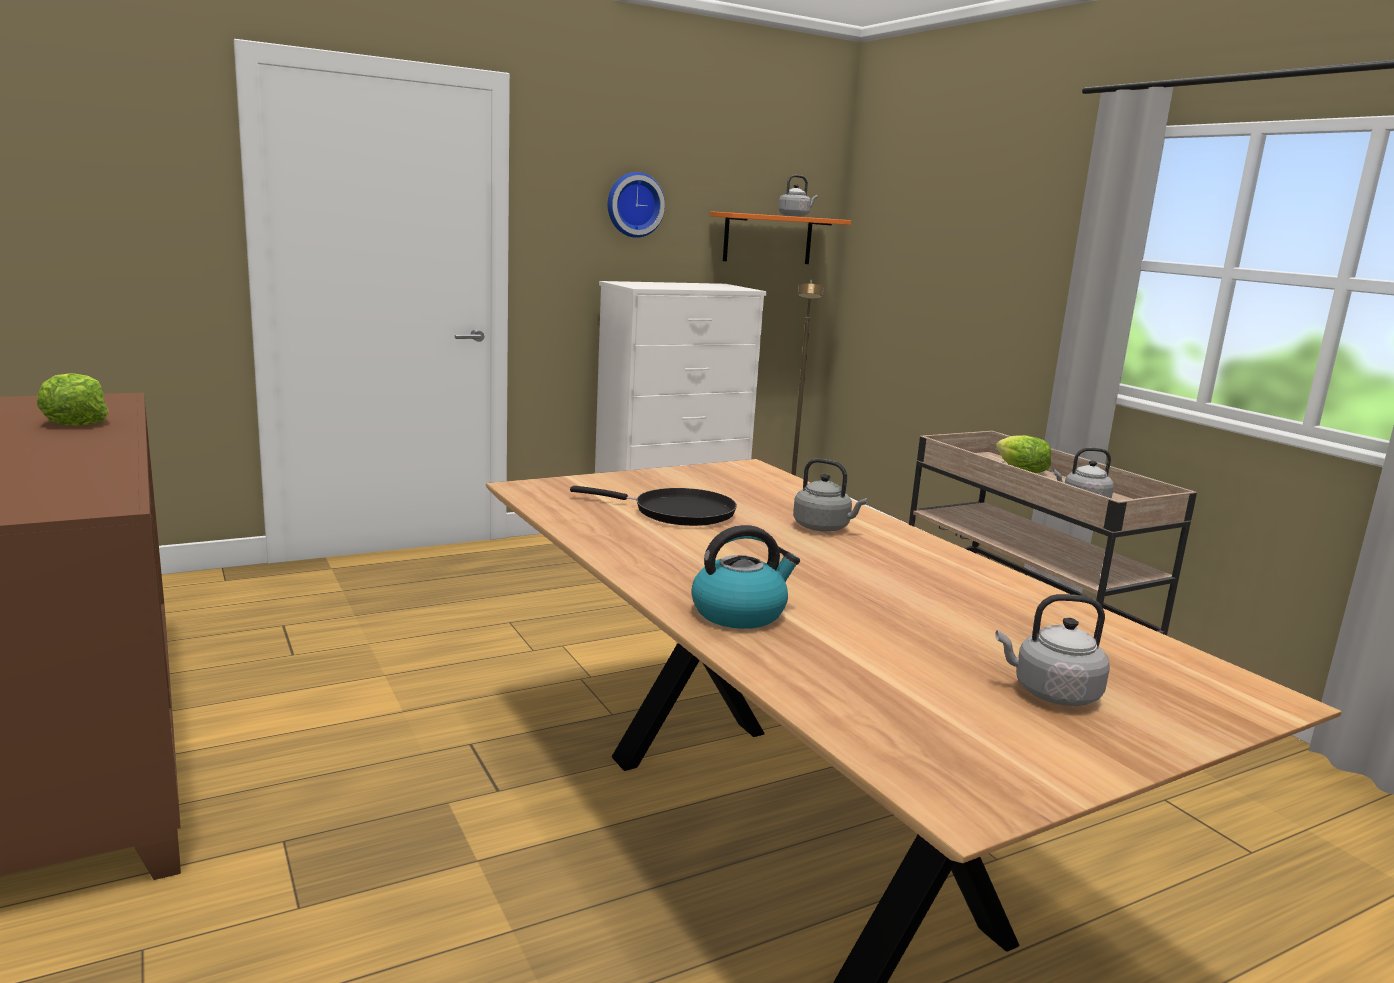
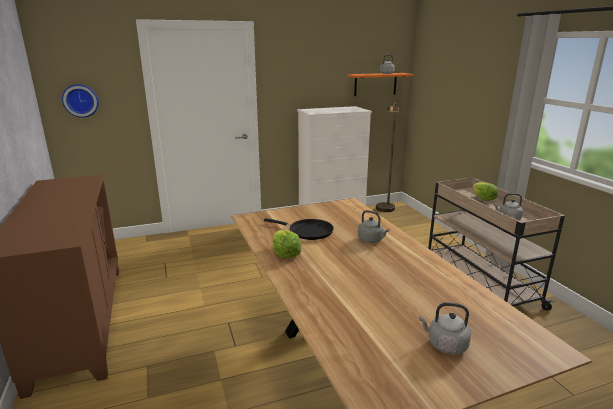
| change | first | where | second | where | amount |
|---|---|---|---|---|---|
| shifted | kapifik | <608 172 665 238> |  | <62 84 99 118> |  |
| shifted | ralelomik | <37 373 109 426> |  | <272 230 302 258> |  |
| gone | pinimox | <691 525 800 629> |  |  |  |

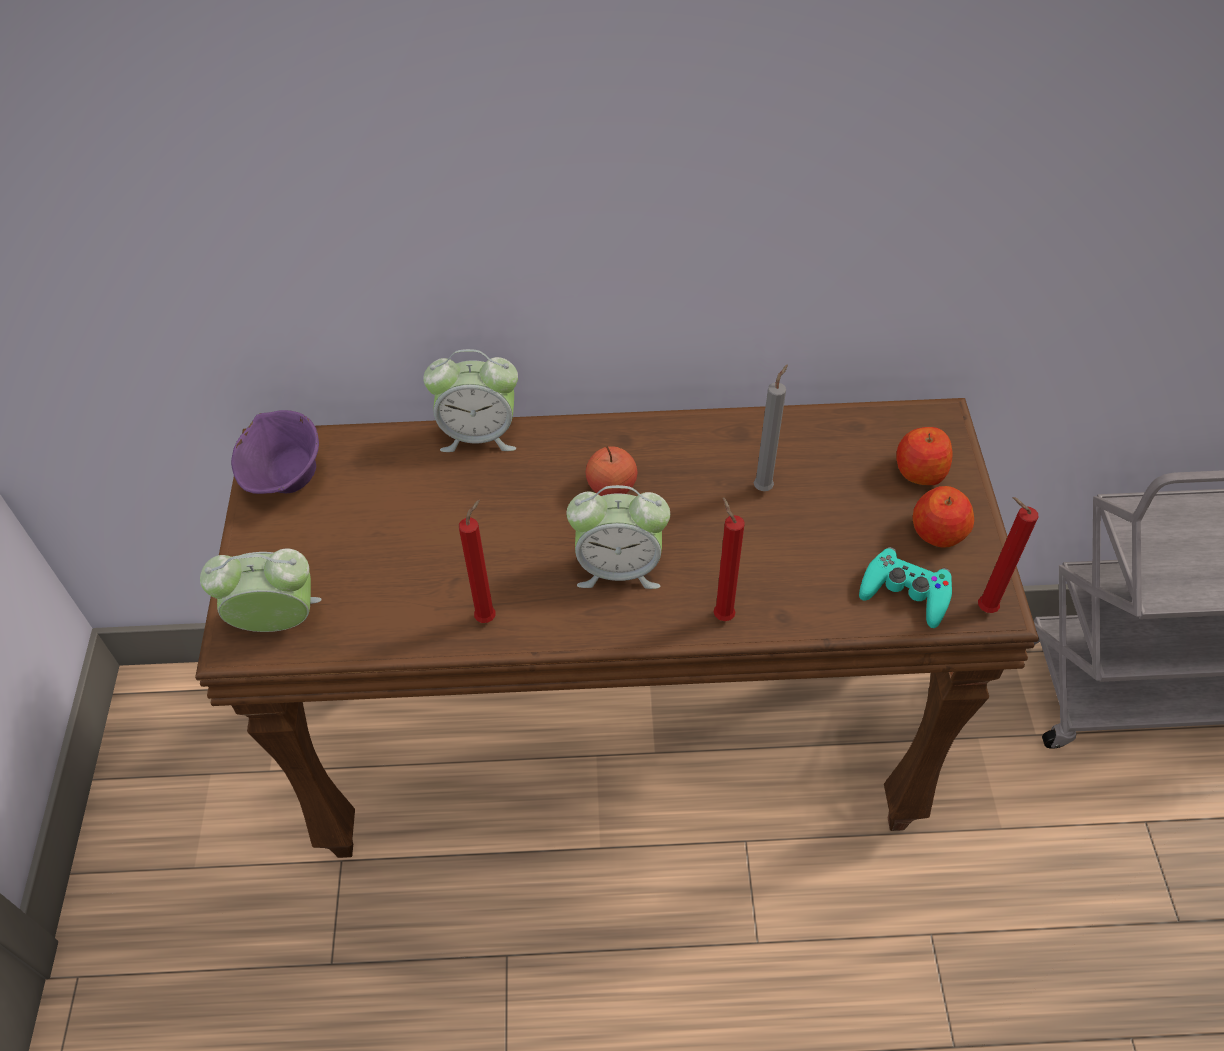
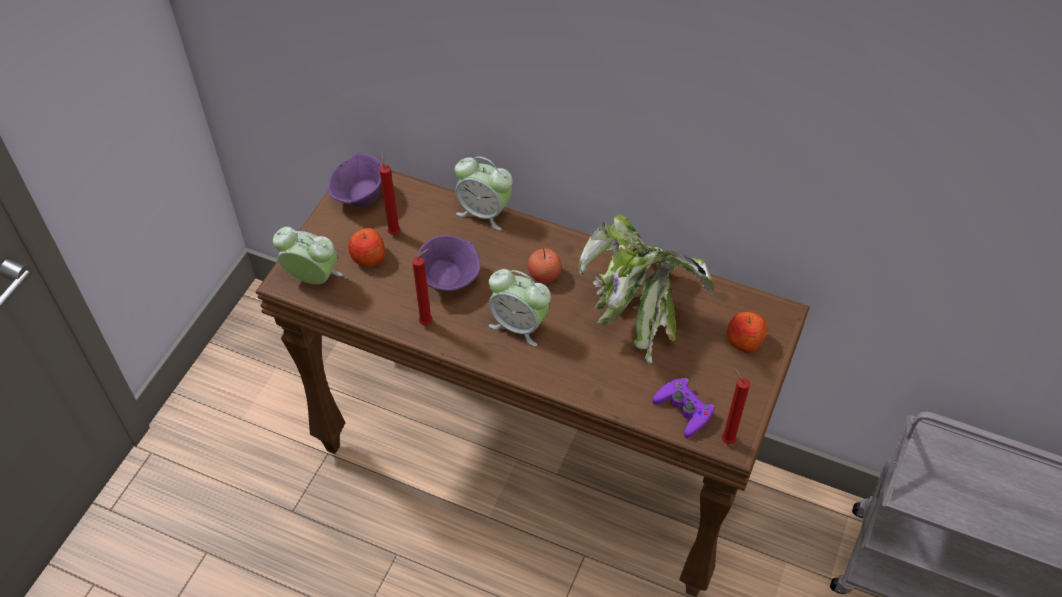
| change | first | where | second | where | amount |
|---|---|---|---|---|---|
| swapped | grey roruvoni | <754 364 788 491> | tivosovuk | <579 214 715 364> |  |
| shifted | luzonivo | <913 486 974 548> |  | <348 228 385 267> |  |
| shifted | red roruvoni | <714 497 745 621> |  | <379 153 401 235> |  |
| repainted | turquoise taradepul | <859 547 952 628> | purple taradepul | <652 378 715 438> |  |
| new |  |  | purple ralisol | <417 235 481 291> |  |

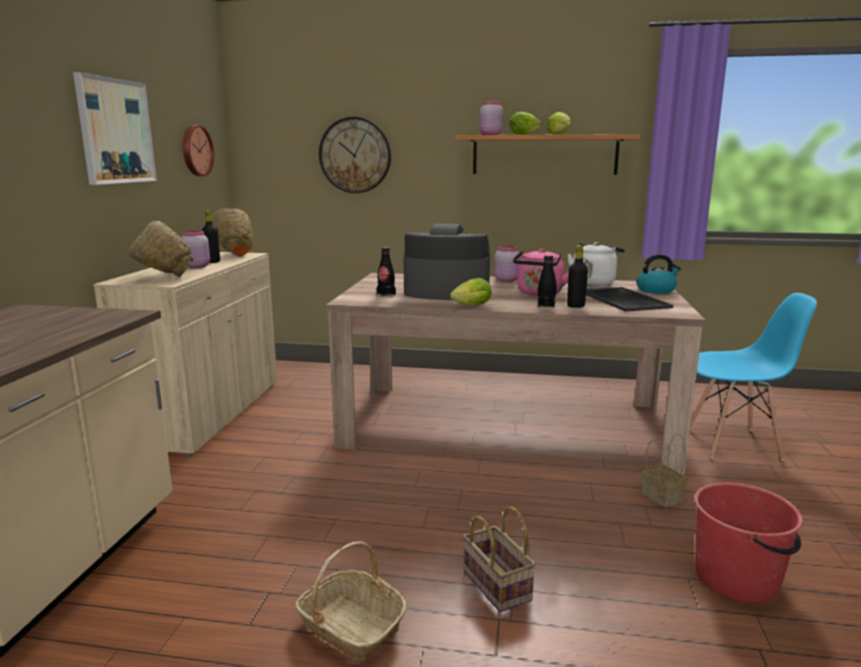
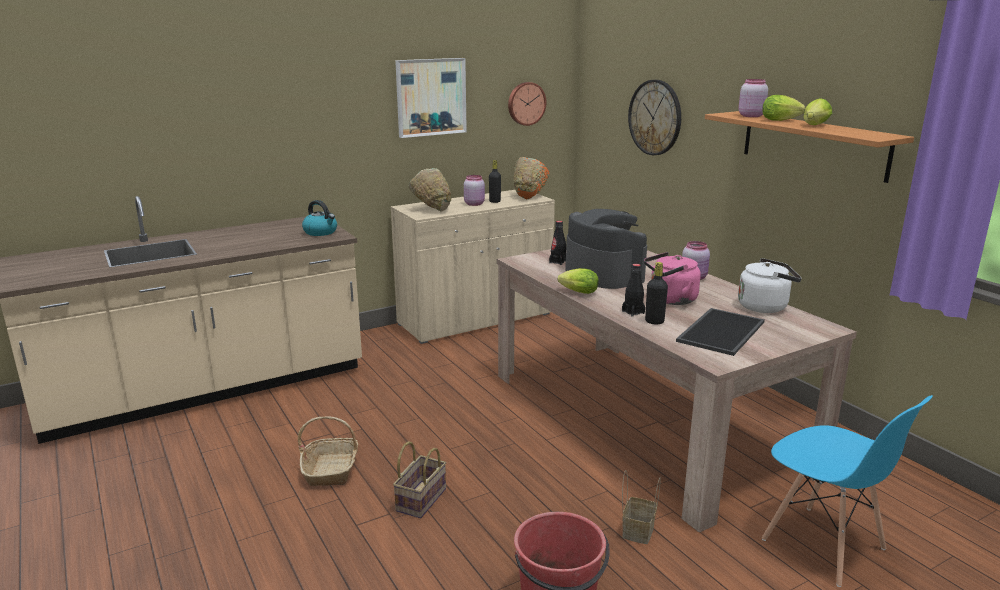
| change | first | where | second | where | amount |
|---|---|---|---|---|---|
| shifted | pinimox | <637 254 681 294> |  | <302 200 337 236> |  |

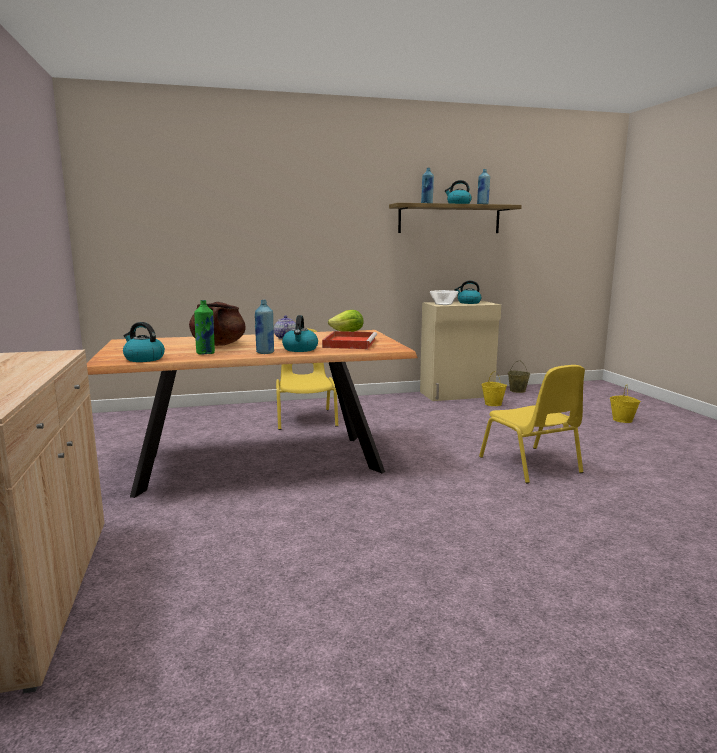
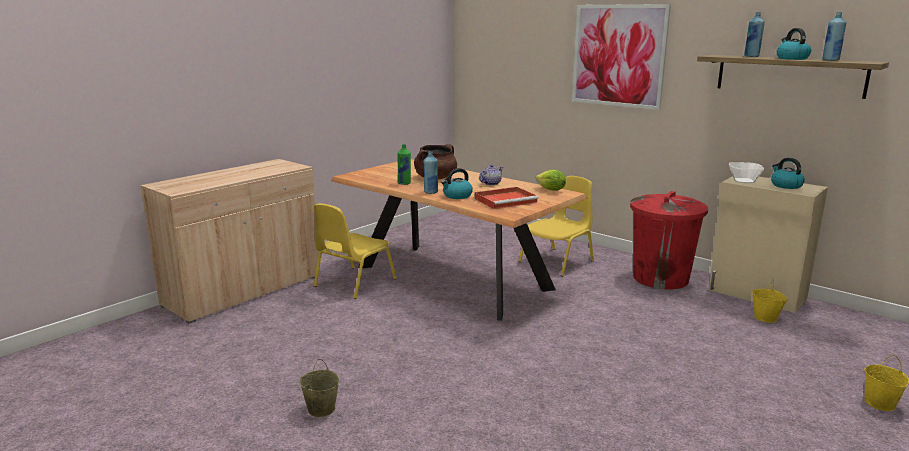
| change | first | where | second | where | amount |
|---|---|---|---|---|---|
| gone | pinimox | <123 322 165 362> |  |  |  |
| shifted | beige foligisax | <508 360 530 393> |  | <300 359 340 417> |  |
| shifted | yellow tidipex | <479 365 585 483> |  | <314 203 397 299> |  |
| new |  |  | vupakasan | <572 4 671 110> |  |
| new |  |  | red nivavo | <630 191 708 289> |  |

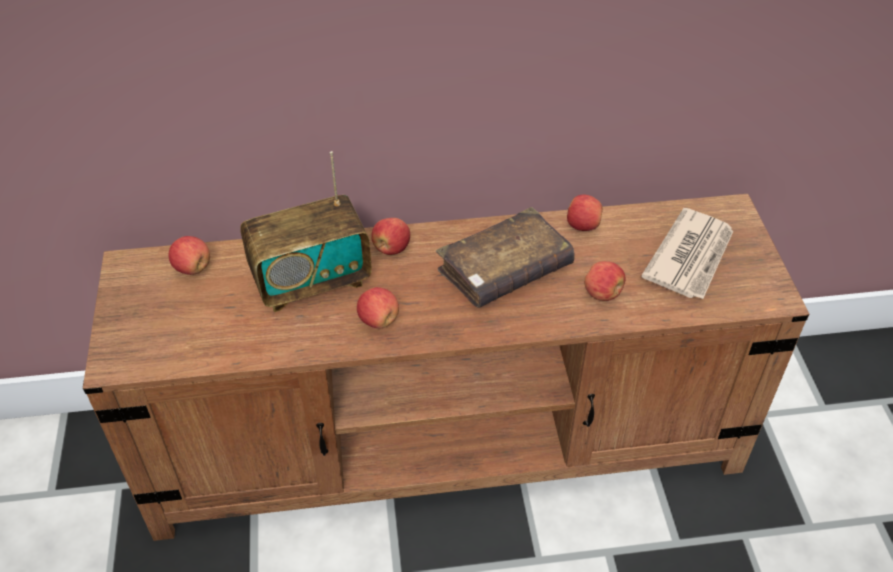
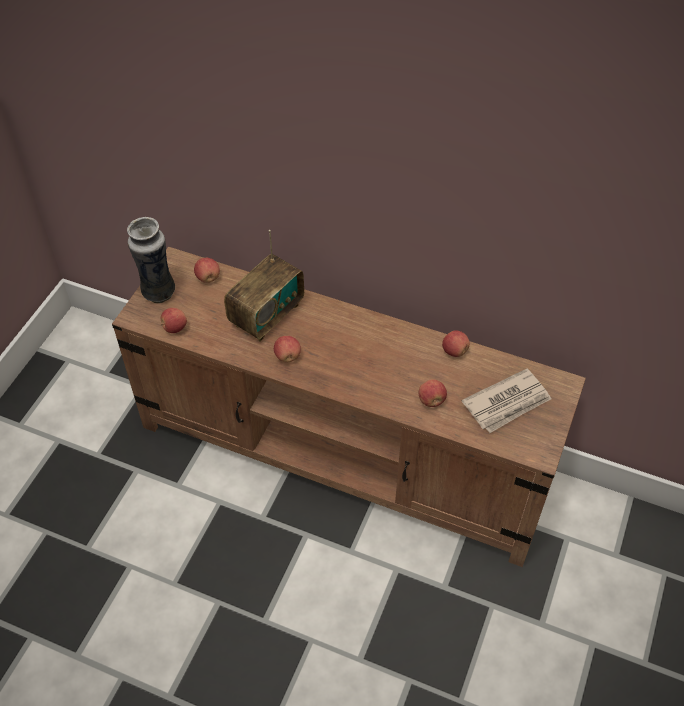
| change | first | where | second | where | amount |
|---|---|---|---|---|---|
| rotated | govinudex | <240 151 372 312> |  | <224 230 304 342> | 60 degrees counterclockwise |
| gone | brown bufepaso | <436 207 575 308> |  |  |  |
| shifted | luzonivo | <371 218 410 255> |  | <161 308 187 333> |  |
| new |  |  | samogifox | <127 217 175 303> |  |

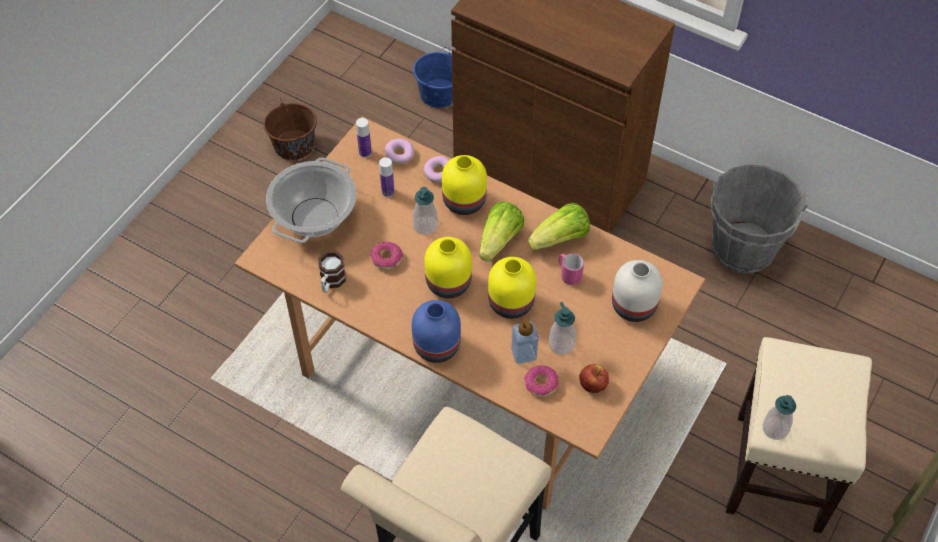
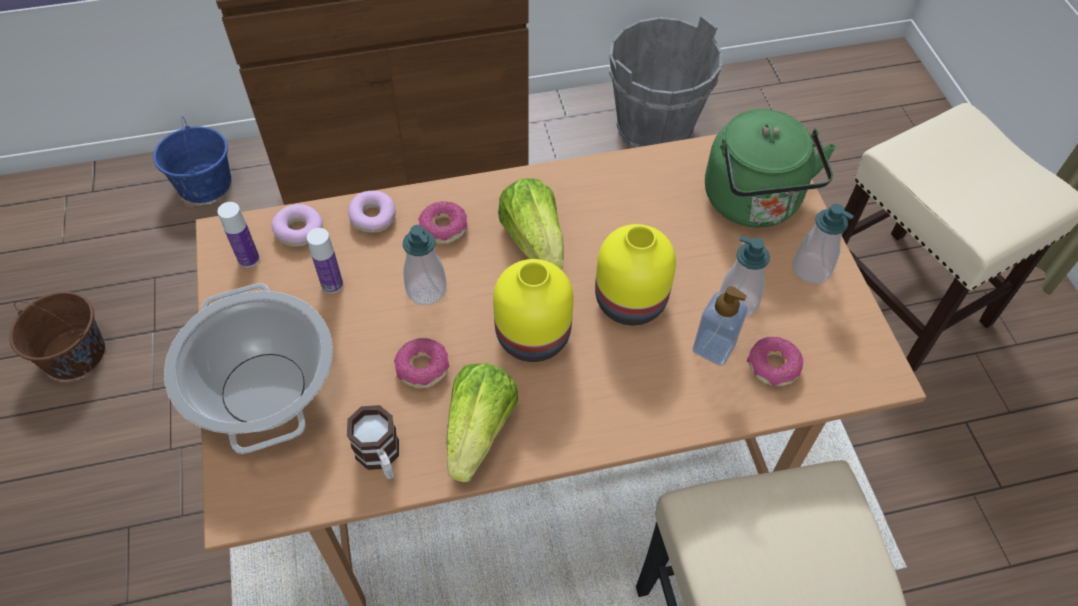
| change | first | where | second | where | amount |
|---|---|---|---|---|---|
| swapped | yellow samogifox | <442 155 487 215> | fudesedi | <418 201 467 244> |  |
| shifted | ralelomik | <528 203 590 250> |  | <446 363 518 482> |  |
| gone | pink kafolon | <558 253 584 285> |  |  |  |
| swapped | white samogifox | <612 260 663 322> | green pinimox | <705 109 836 228> |  |
| gone | blue samogifox | <412 300 461 363> |  |  |  |
| gone | luzonivo | <579 364 609 393> |  |  |  |
| shifted | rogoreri | <762 395 796 440> |  | <793 204 854 284> |  |

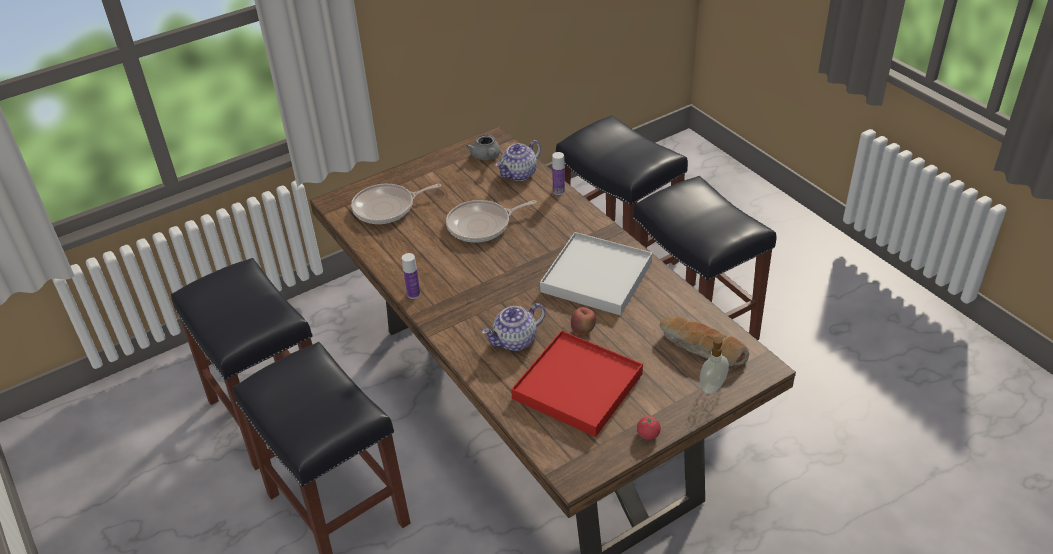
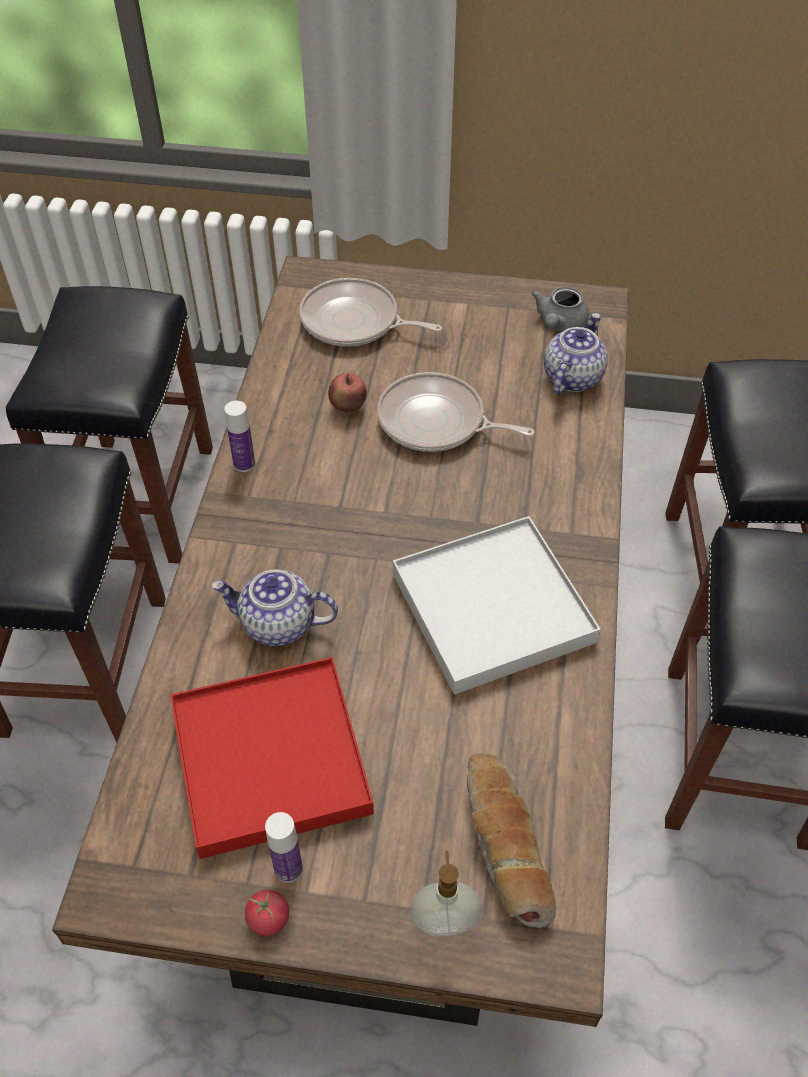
| change | first | where | second | where | amount |
|---|---|---|---|---|---|
| rotated | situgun | <495 140 541 181> |  | <544 313 608 395> | 120 degrees clockwise |
| shifted | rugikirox | <552 152 565 195> |  | <265 812 303 883> |  |
| shifted | luzonivo | <571 307 596 335> |  | <328 373 367 412> |  |

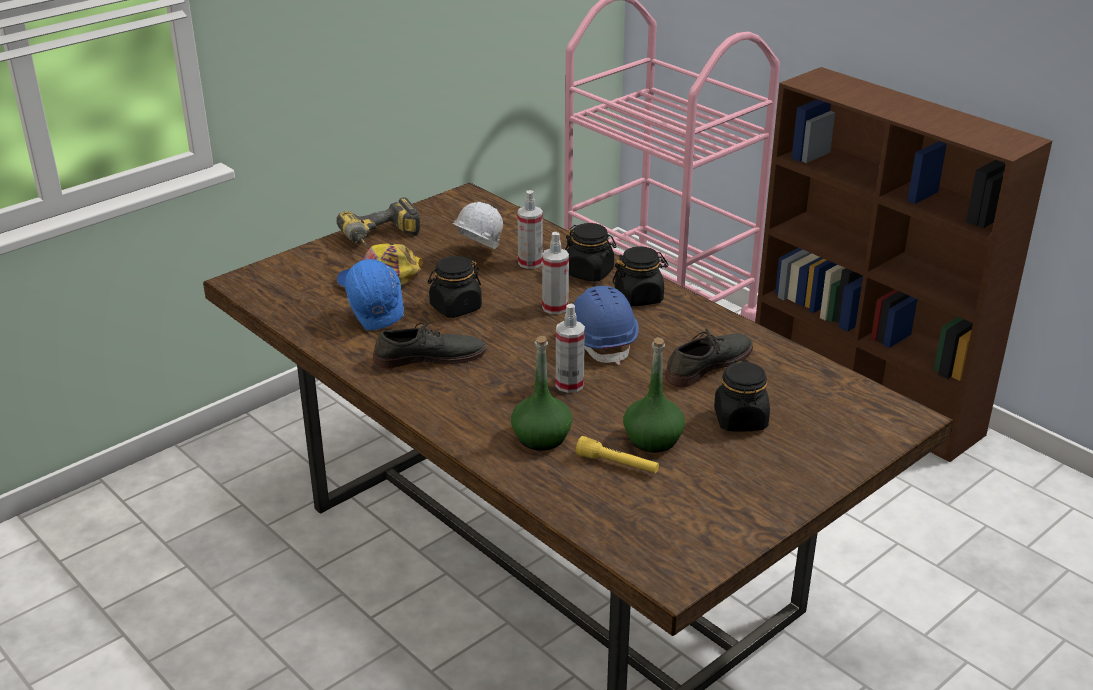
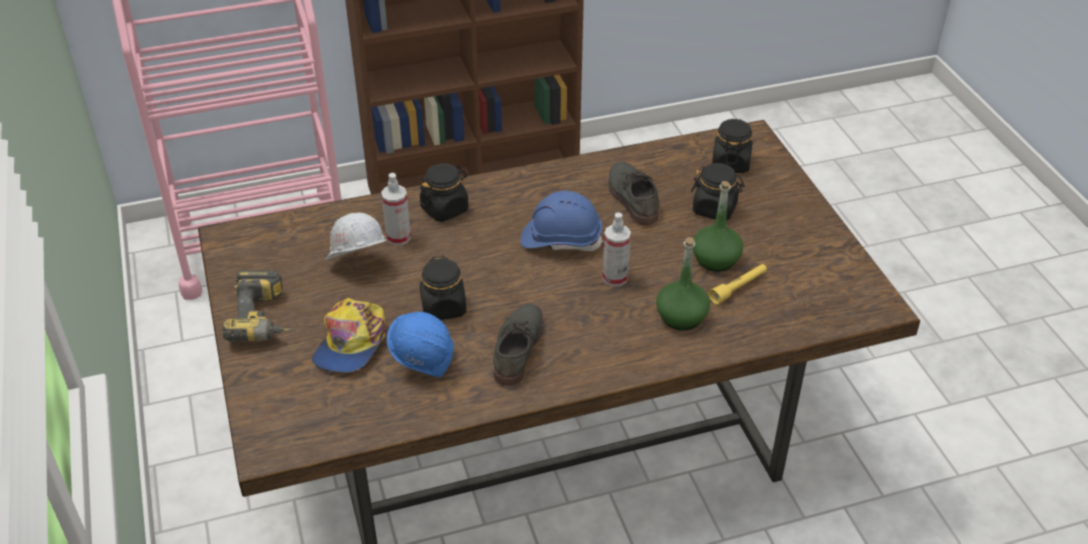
| change | first | where | second | where | amount |
|---|---|---|---|---|---|
| gone | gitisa | <542 232 569 314> |  |  |  |
| shifted | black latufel | <612 246 668 306> |  | <712 118 752 173> |  |

